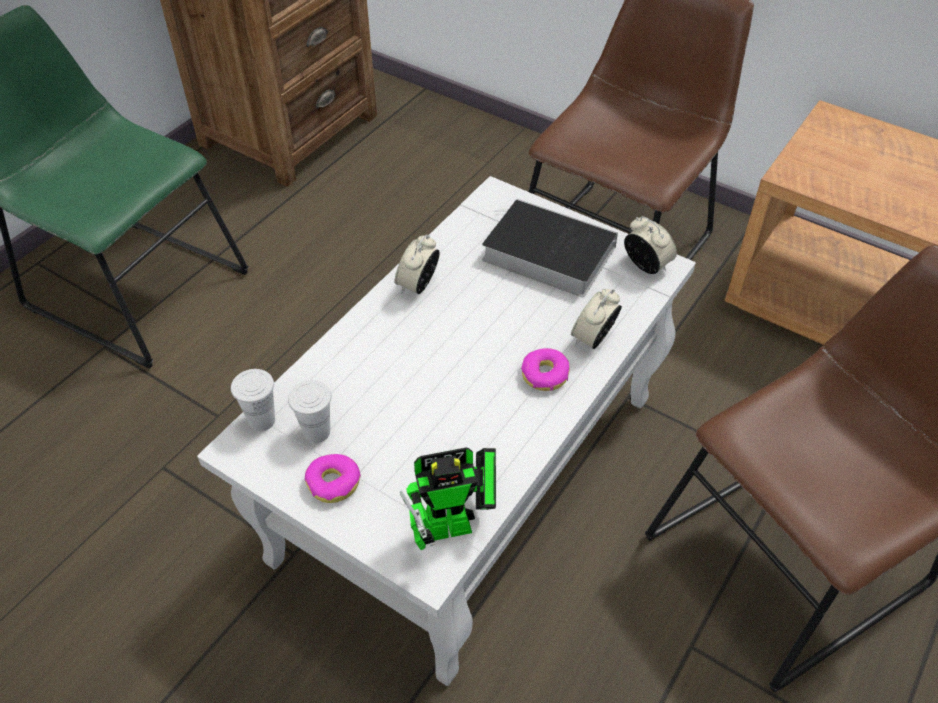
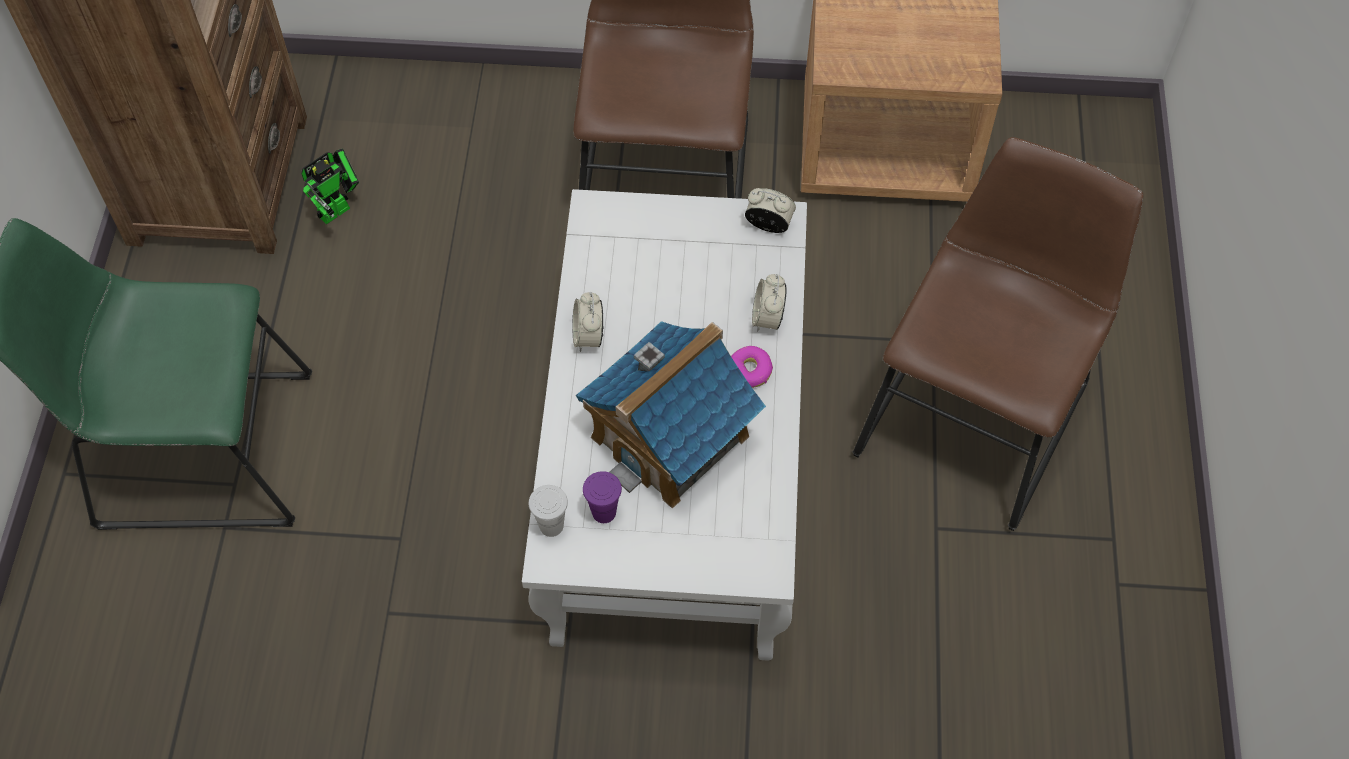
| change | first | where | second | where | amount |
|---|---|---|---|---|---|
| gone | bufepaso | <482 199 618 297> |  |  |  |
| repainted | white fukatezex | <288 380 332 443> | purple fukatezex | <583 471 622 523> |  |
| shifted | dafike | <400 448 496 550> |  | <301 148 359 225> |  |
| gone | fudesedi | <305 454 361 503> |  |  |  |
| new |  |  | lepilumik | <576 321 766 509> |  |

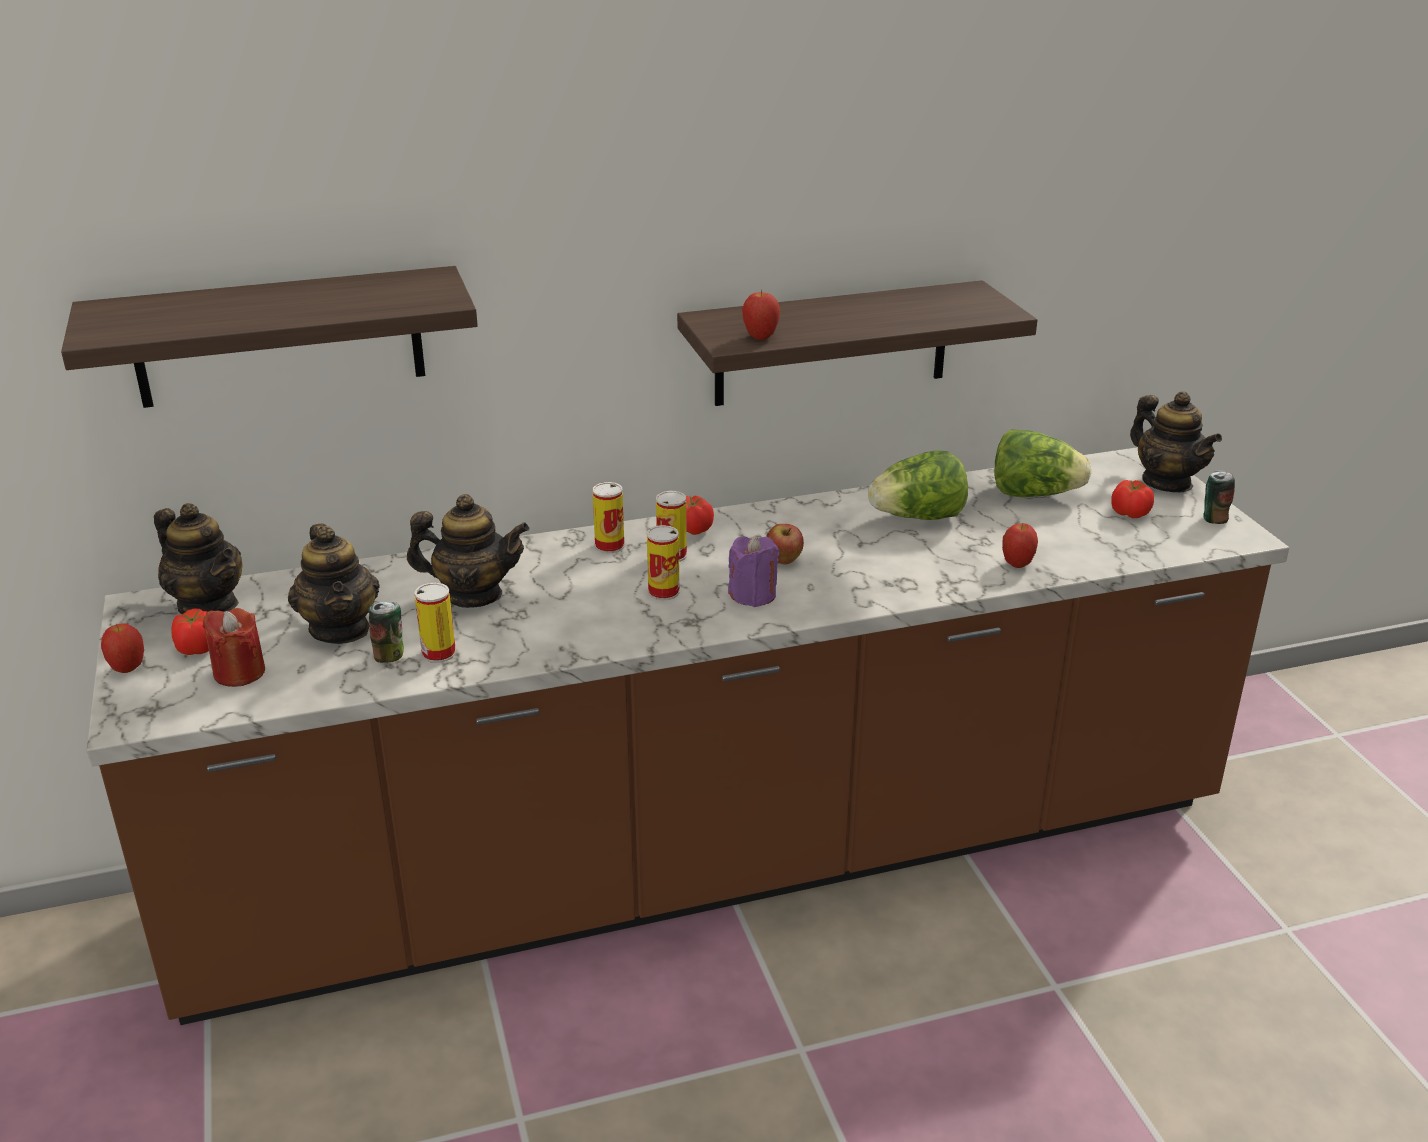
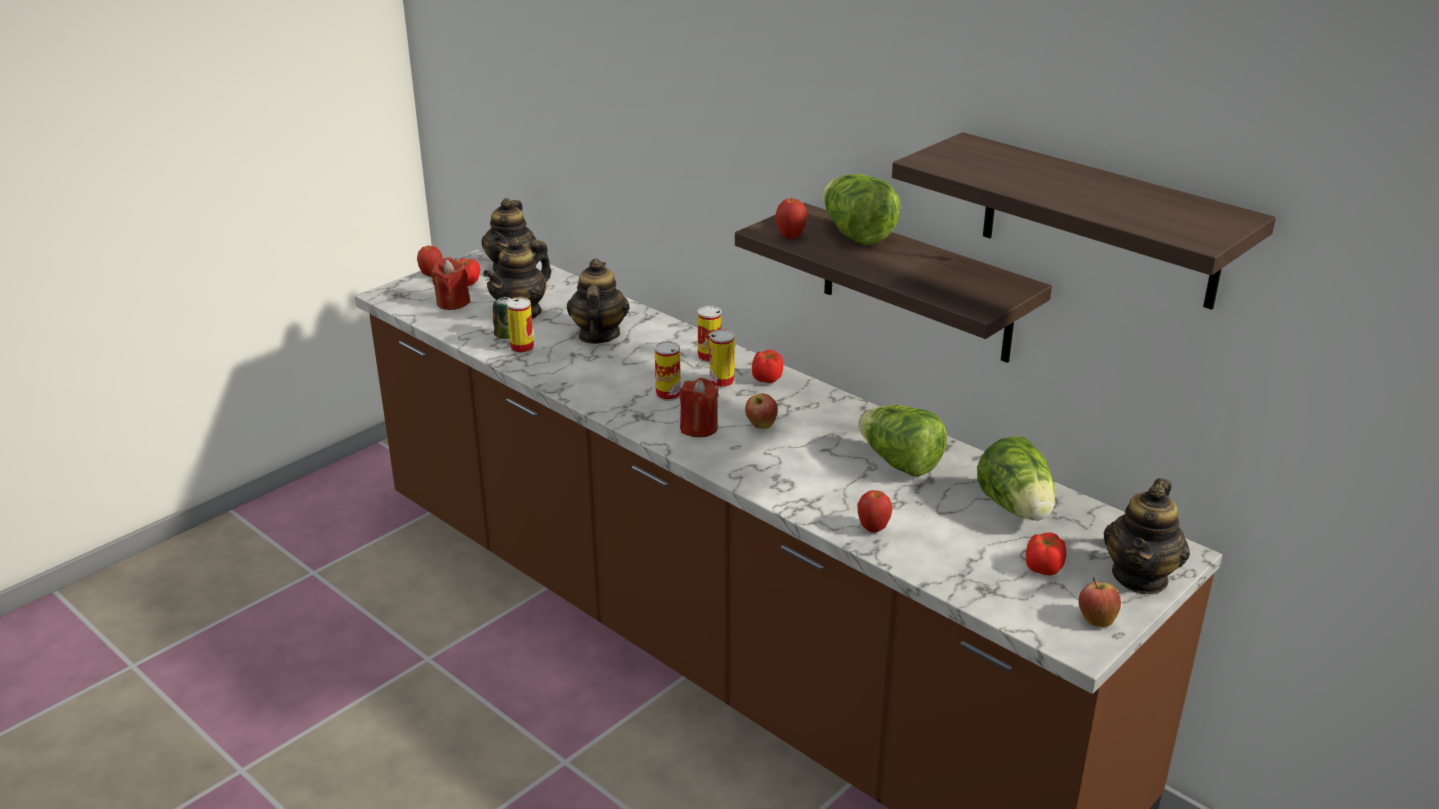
| change | first | where | second | where | amount |
|---|---|---|---|---|---|
| shifted | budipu | <61 266 478 408> |  | <892 132 1276 310> |  |
| swapped | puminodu | <1203 470 1235 524> | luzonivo | <1079 577 1121 627> |  |
| rotated | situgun | <407 494 529 608> |  | <567 258 630 344> | 150 degrees counterclockwise |
| repainted | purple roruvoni | <728 536 779 607> | red roruvoni | <679 378 719 437> |  |
| new |  |  | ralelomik | <823 174 901 245> |  |

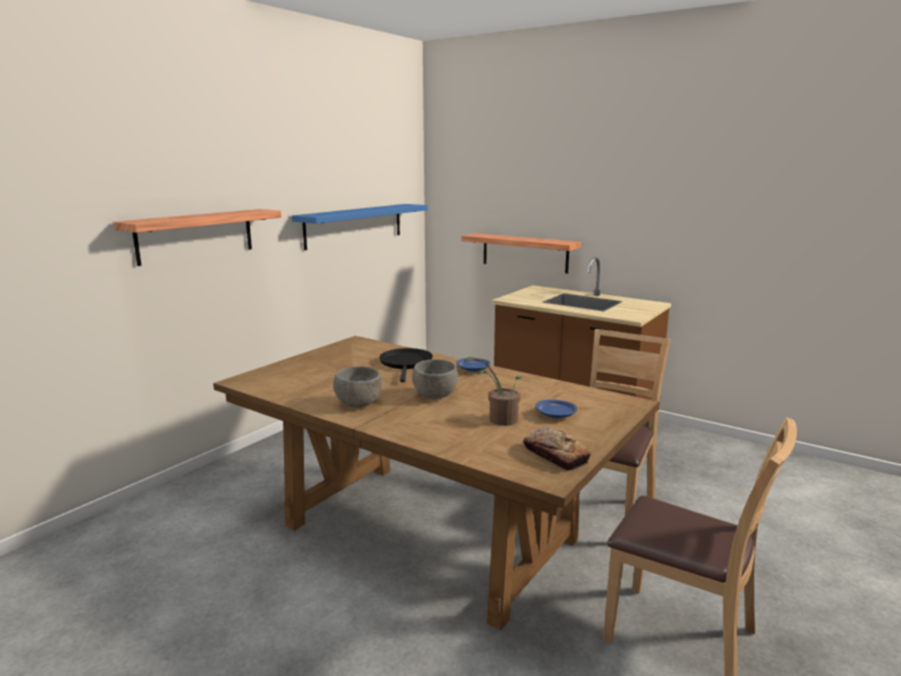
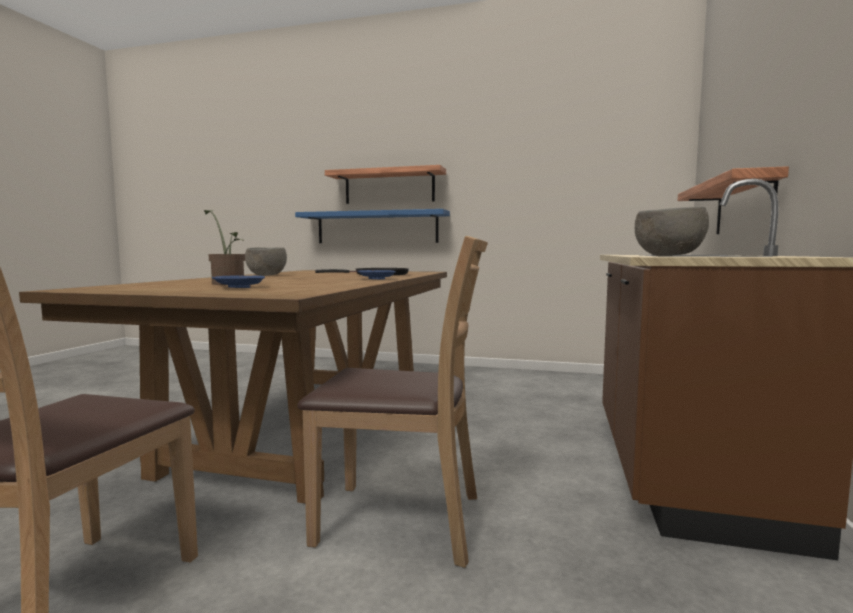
| change | first | where | second | where | amount |
|---|---|---|---|---|---|
| shifted | blue budipu | <292 204 428 250> |  | <295 209 450 243> |  |
| shifted | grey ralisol | <412 359 458 399> |  | <635 207 709 256> |  |
| gone | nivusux | <523 427 591 471> |  |  |  |

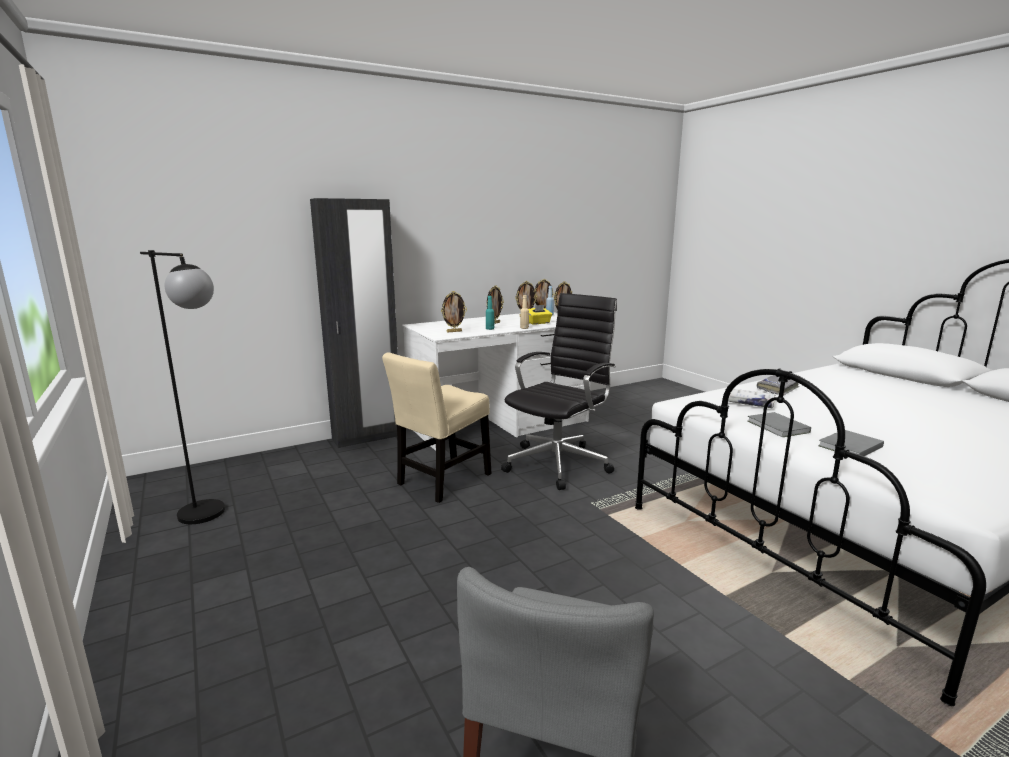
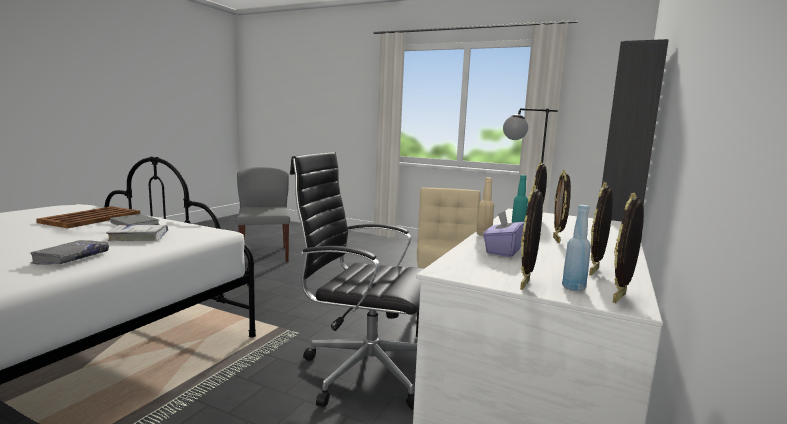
| change | first | where | second | where | amount |
|---|---|---|---|---|---|
| rotated | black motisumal | <501 293 617 490> |  | <290 152 424 410> | 105 degrees clockwise |
| repainted | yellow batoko | <528 305 552 325> | purple batoko | <483 211 524 257> |  |
| swapped | grey bufepaso | <818 430 884 456> | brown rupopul | <36 206 140 228> |  |

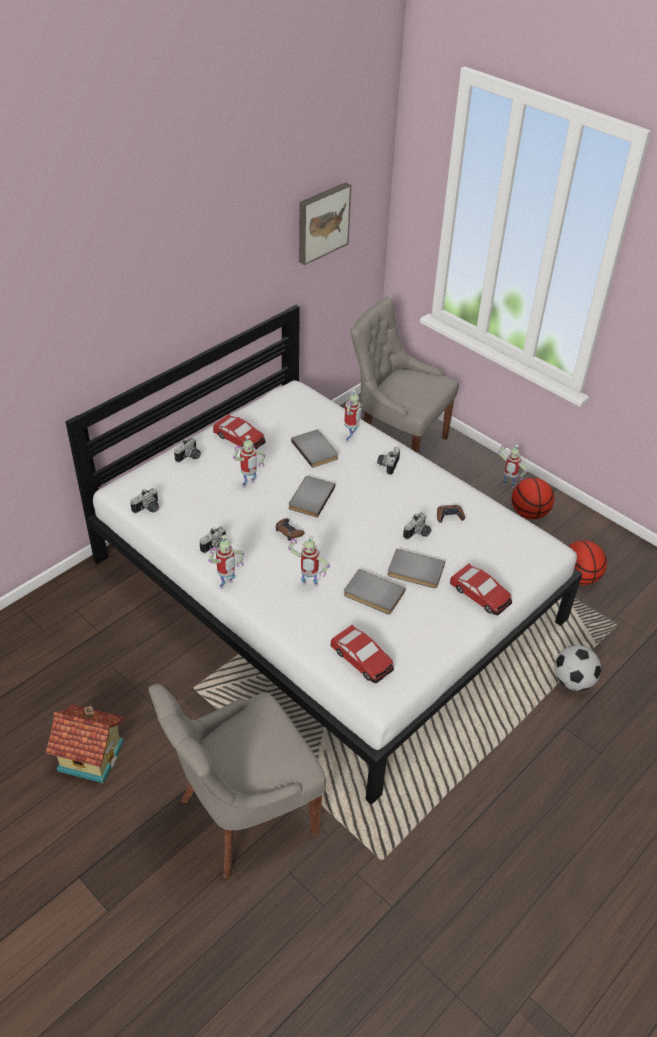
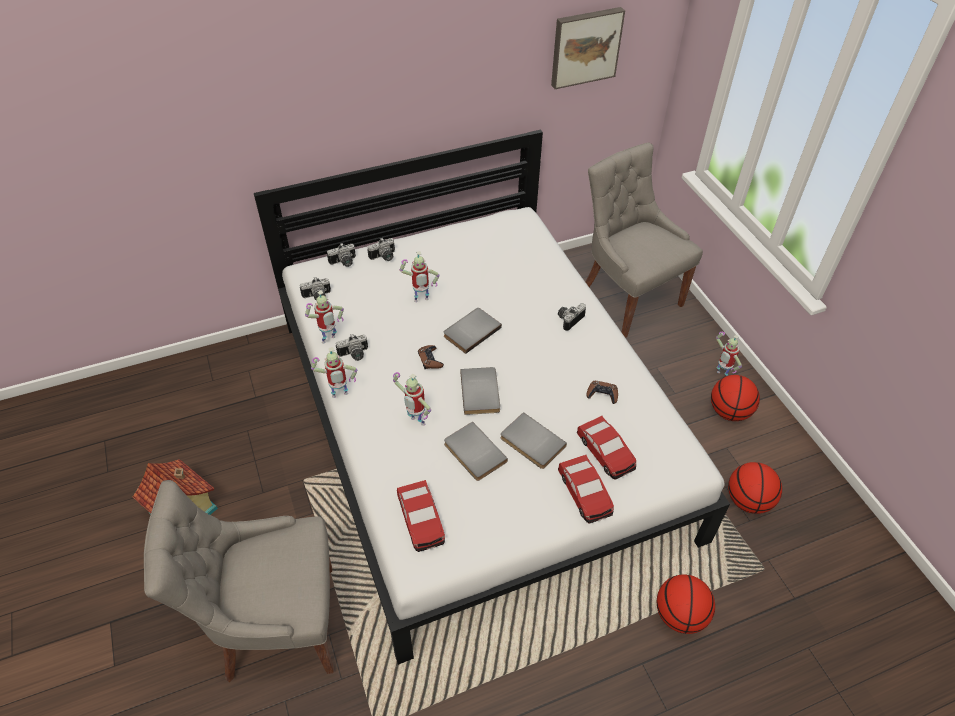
| change | first | where | second | where | amount |
|---|---|---|---|---|---|
| shifted | dafike | <344 389 363 442> |  | <305 291 344 344> |  |
| shifted | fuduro | <213 414 266 450> |  | <577 416 636 480> |  |
| shifted | grey bufepaso | <291 430 338 468> |  | <460 367 500 415> |  |
| shifted | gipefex | <403 512 431 539> |  | <327 243 356 267> |  |
| swapped | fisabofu | <555 645 601 691> | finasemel | <657 574 715 634> |  |

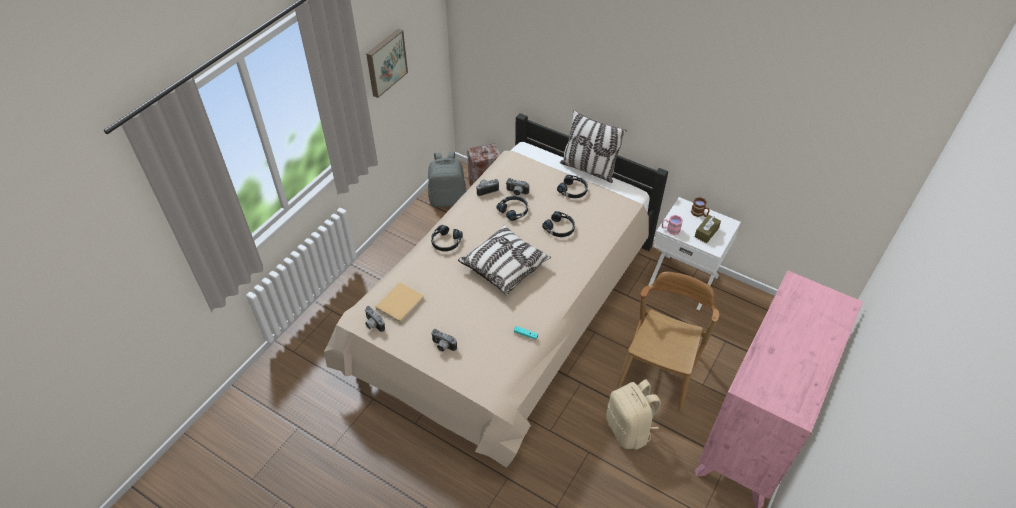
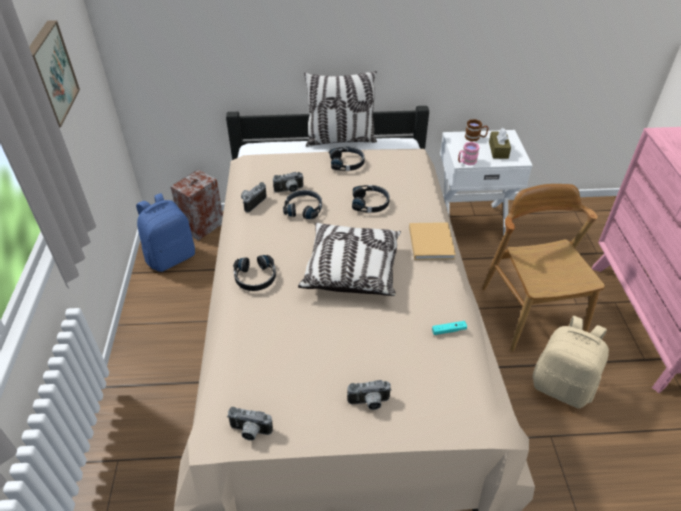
| change | first | where | second | where | amount |
|---|---|---|---|---|---|
| repainted | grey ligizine | <428 152 466 207> | blue ligizine | <136 193 195 272> |  |
| shifted | beige bufepaso | <376 282 425 324> |  | <409 222 456 260> |  |

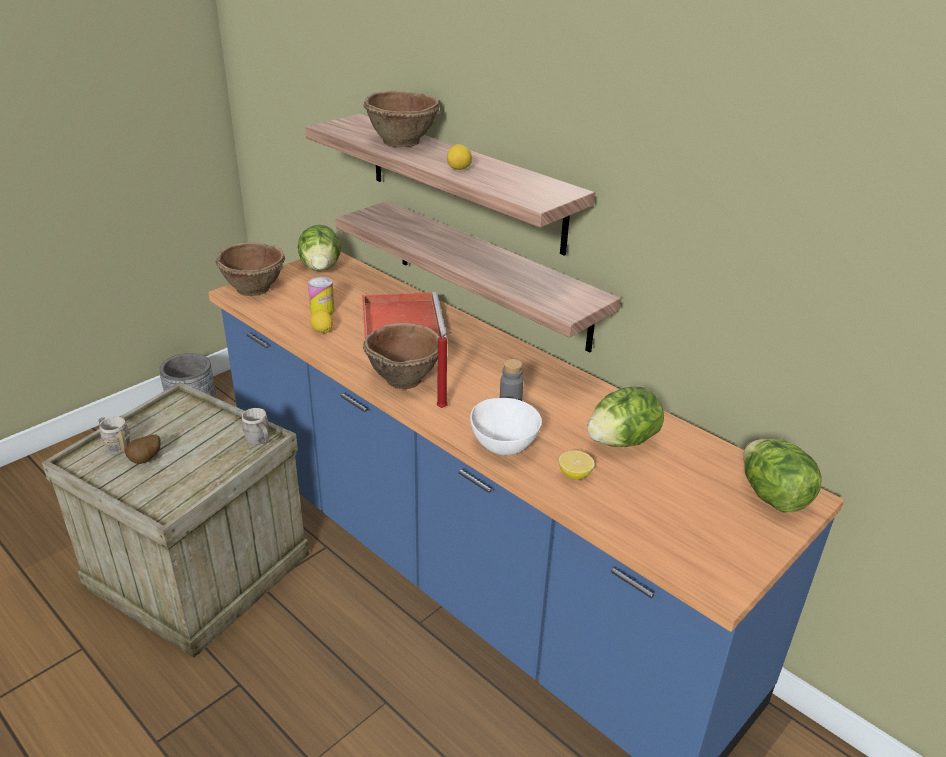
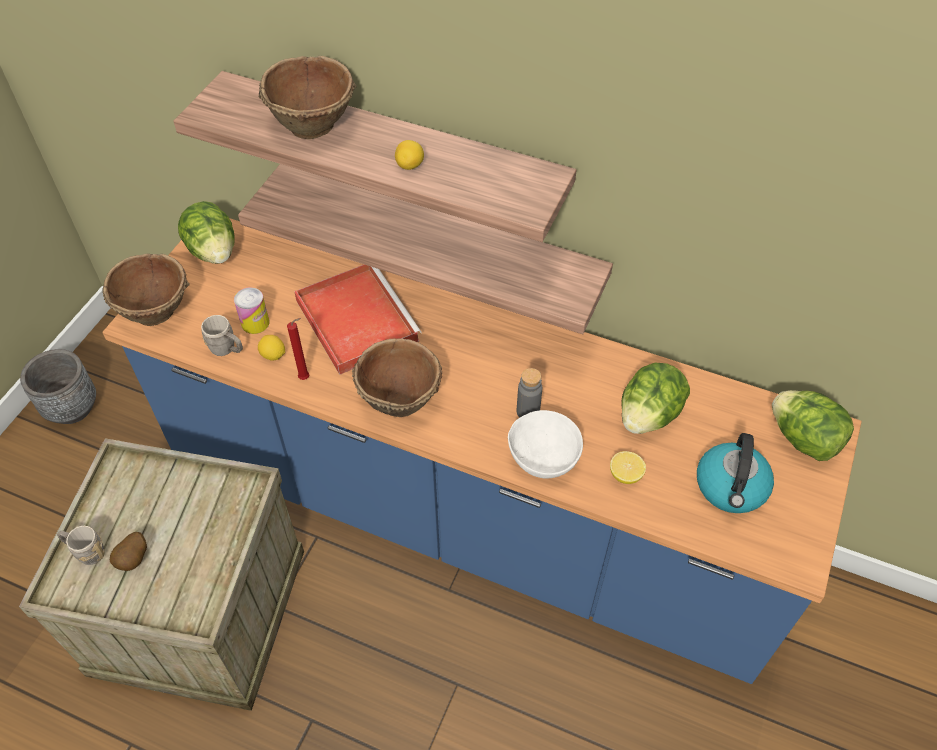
| change | first | where | second | where | amount |
|---|---|---|---|---|---|
| shifted | red roruvoni | <437 332 452 408> |  | <287 318 309 380> |  |
| shifted | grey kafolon | <241 408 269 445> |  | <201 315 243 356> |  |
| new |  |  | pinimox | <697 433 774 513> |  |

